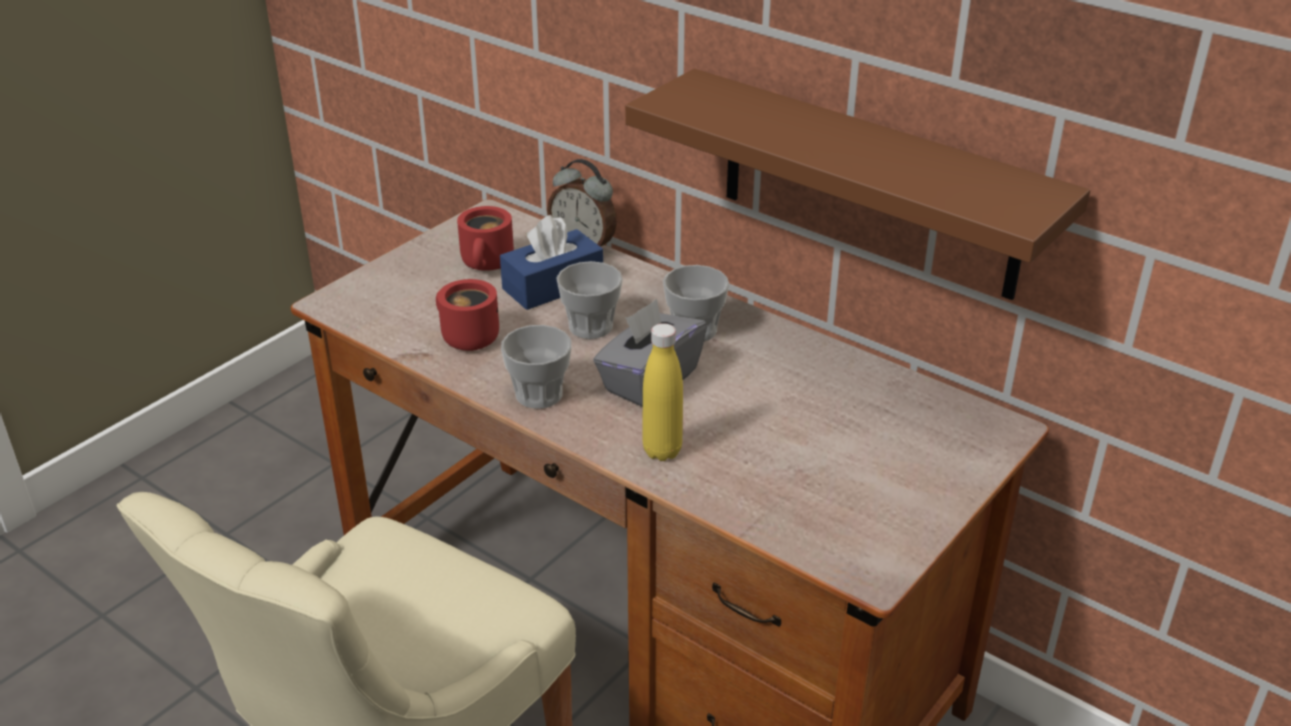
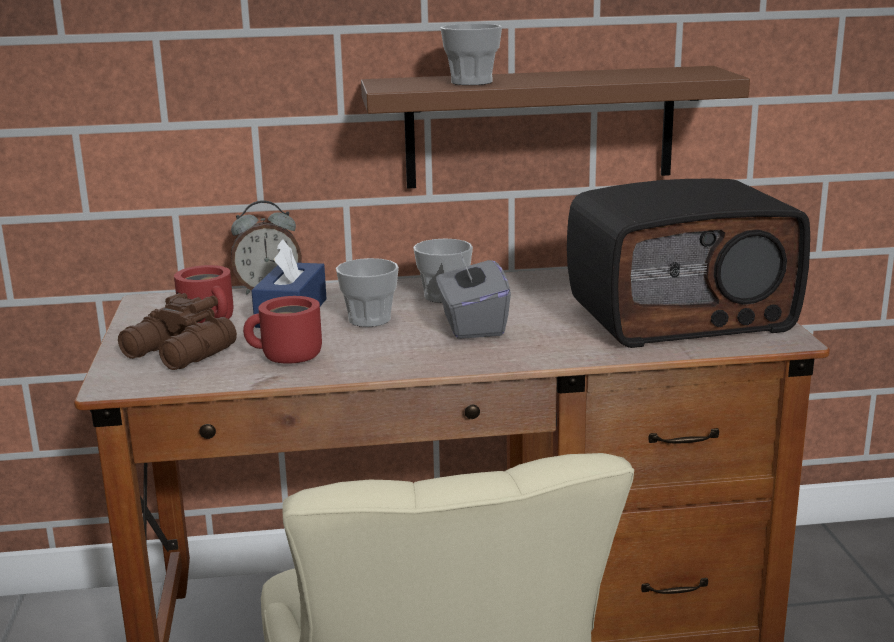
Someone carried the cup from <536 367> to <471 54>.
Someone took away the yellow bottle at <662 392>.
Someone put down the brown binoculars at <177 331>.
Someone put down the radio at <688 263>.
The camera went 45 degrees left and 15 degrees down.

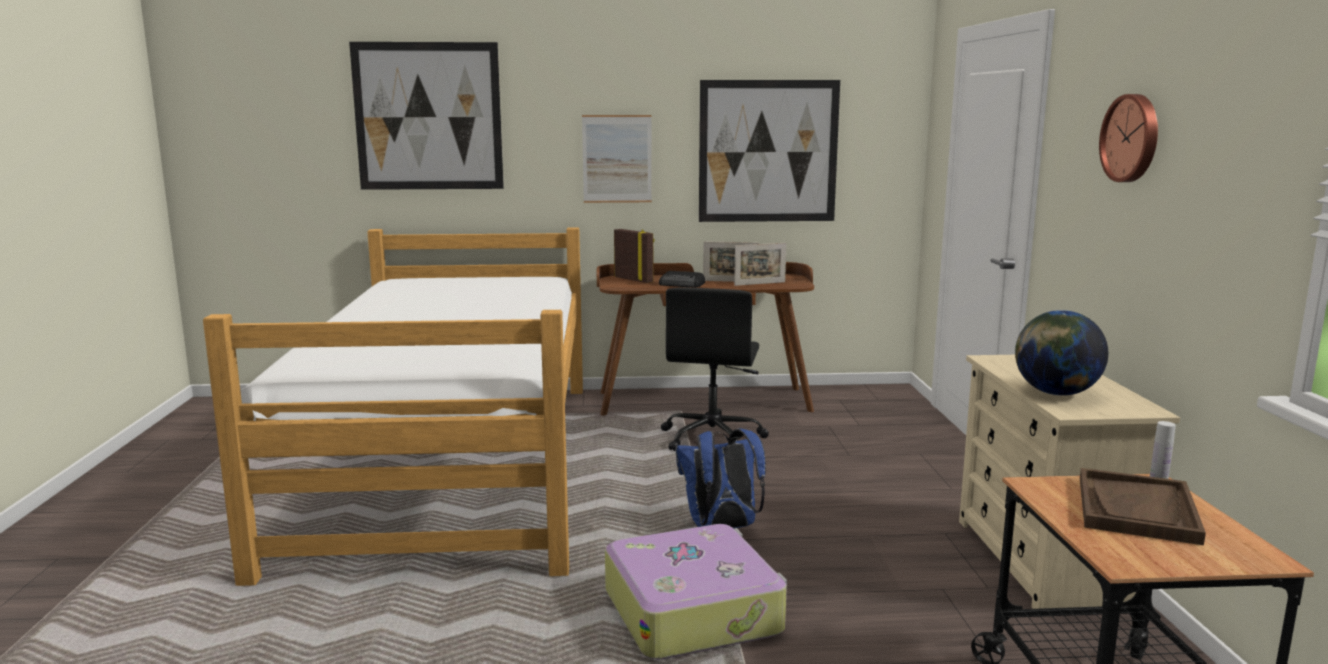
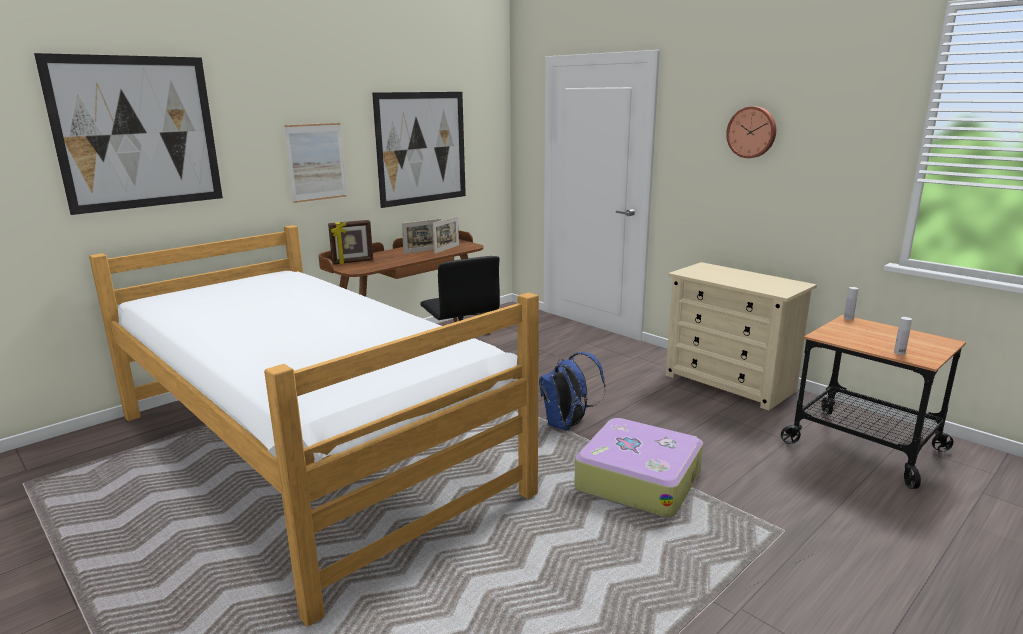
Someone rotated the picture frame at <634 256> by 150 degrees clockwise.
Someone took away the radio at <682 279>.
Someone took away the globe at <1061 353>.
Someone took away the brown tray at <1143 506>.
Someone put down the white bottle at <903 336>.
The camera went 40 degrees left and 5 degrees up.

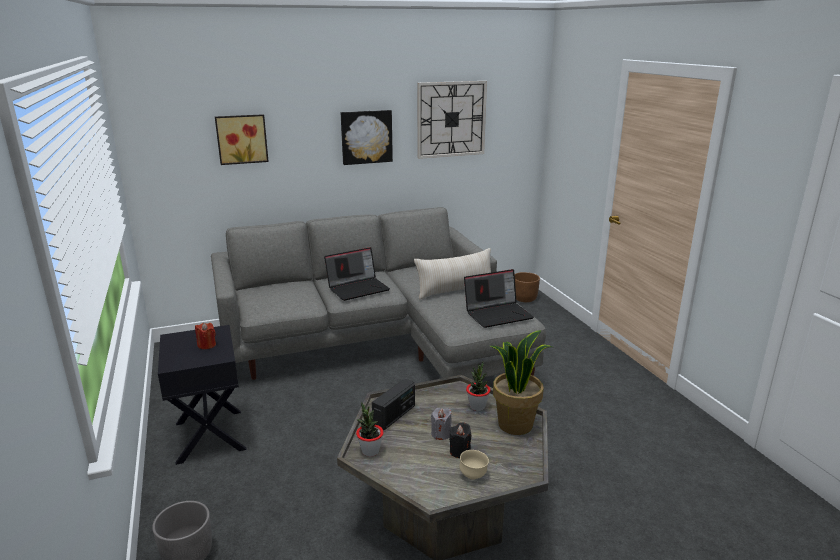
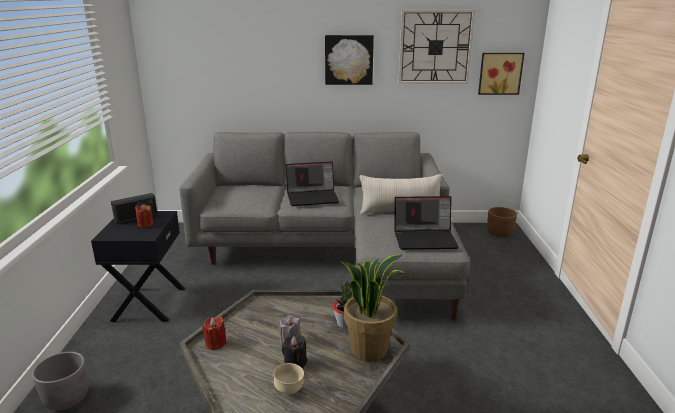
Someone carried the picture from <242 139> to <501 74>.
Someone swapped the potted plant at <370 429> for the red candle at <215 333>.
Someone carried the radio from <393 405> to <134 208>.
The camera went 20 degrees right and 0 degrees up.

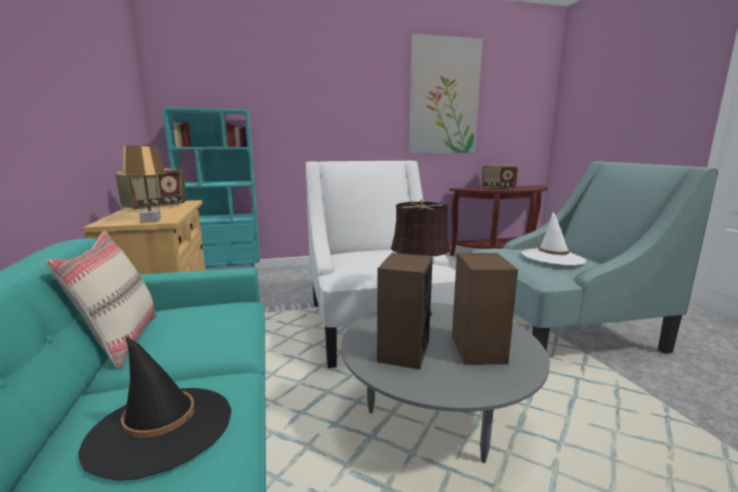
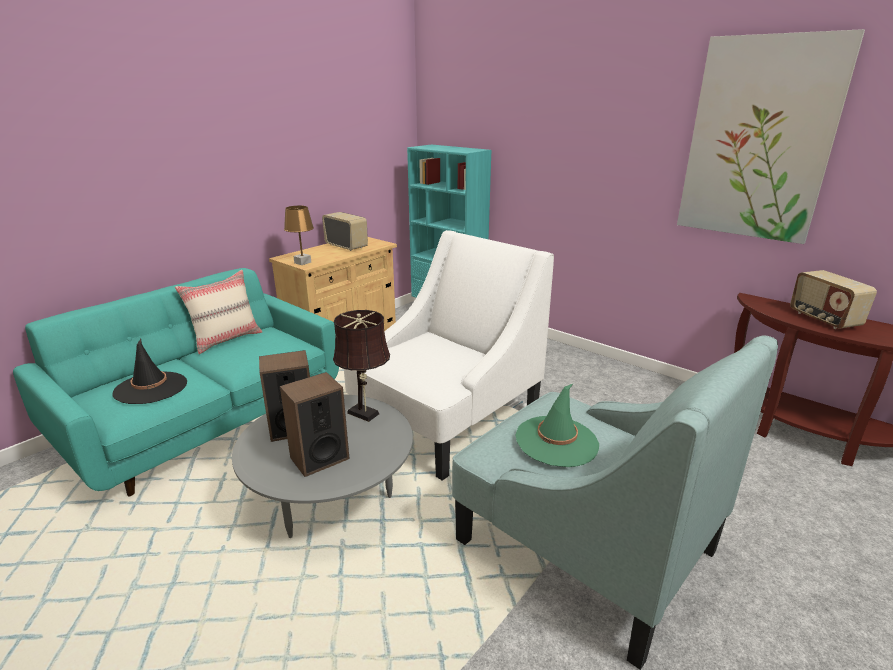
Someone rotated the radio at <150 190> by 135 degrees counterclockwise.
Someone repainted the white hat at <554 238>, which became the green hat at <557 425>.
The camera went 55 degrees right and 10 degrees up.

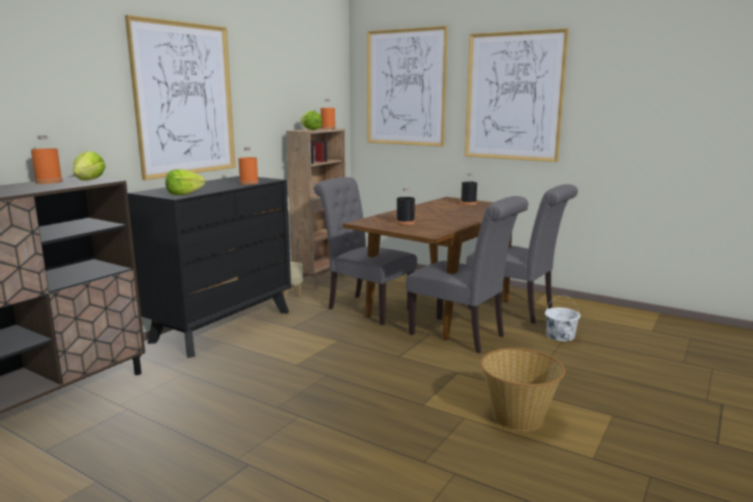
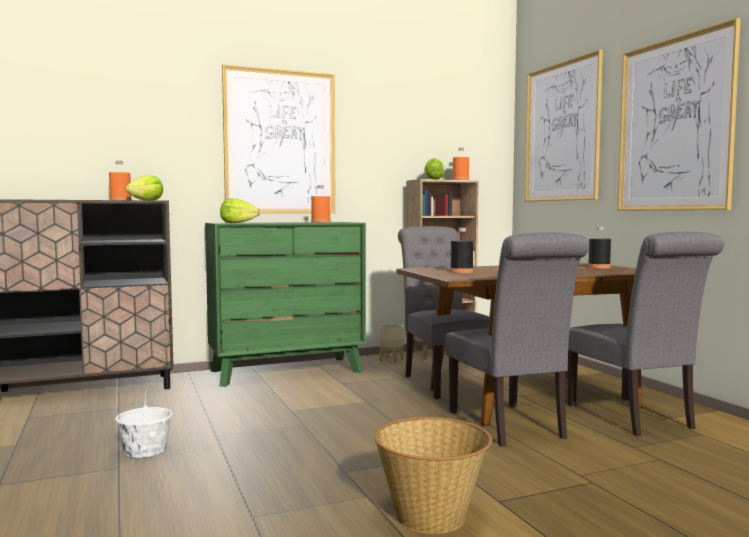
Someone repainted the black dresser at <209 267>, which became the green dresser at <285 304>.
Someone carried the white bucket from <562 318> to <143 426>.
The camera went 35 degrees right and 10 degrees down.

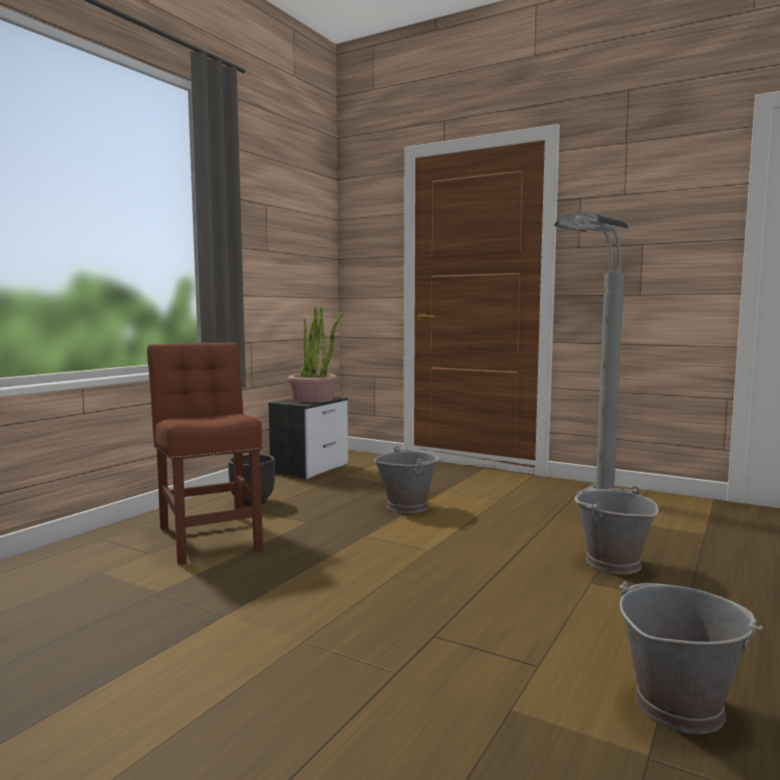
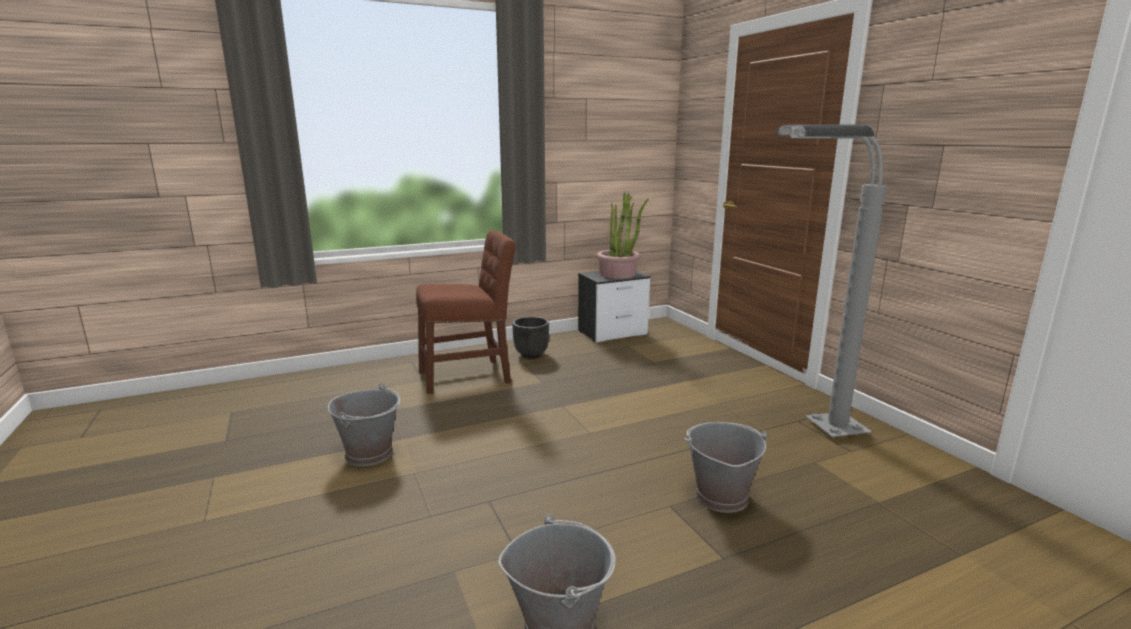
Someone rotated the brown chair at <205 453> by 60 degrees clockwise.
Someone carried the grey bucket from <406 479> to <364 424>.
The camera went 35 degrees right and 10 degrees up.

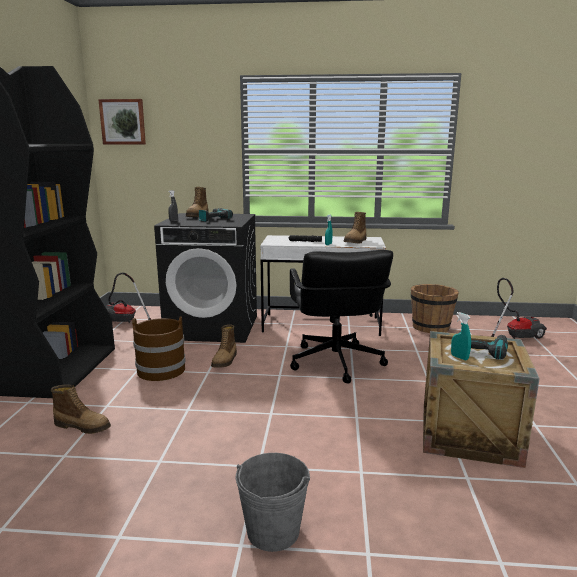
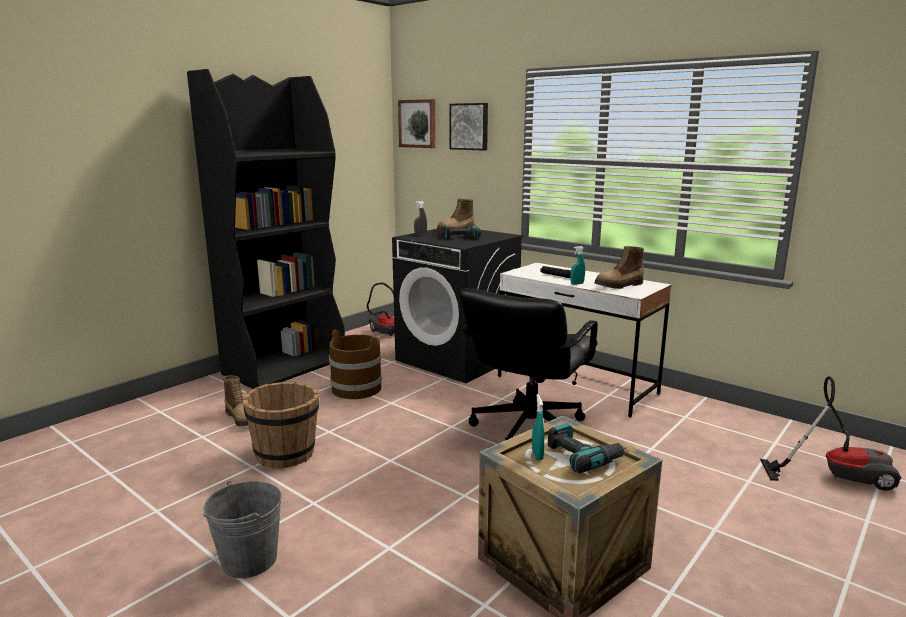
Someone took away the boot at <224 346>.
Someone carried the brown bucket from <435 308> to <281 425>.
Someone put up the picture at <468 127>.
The camera went 35 degrees right and 0 degrees up.

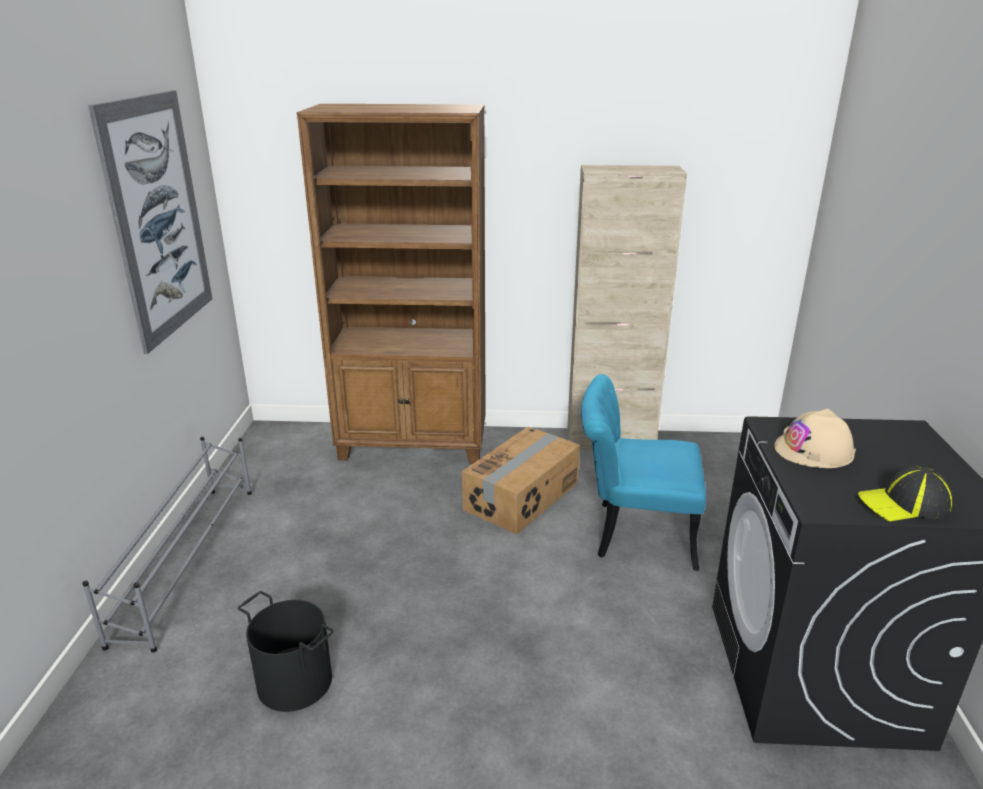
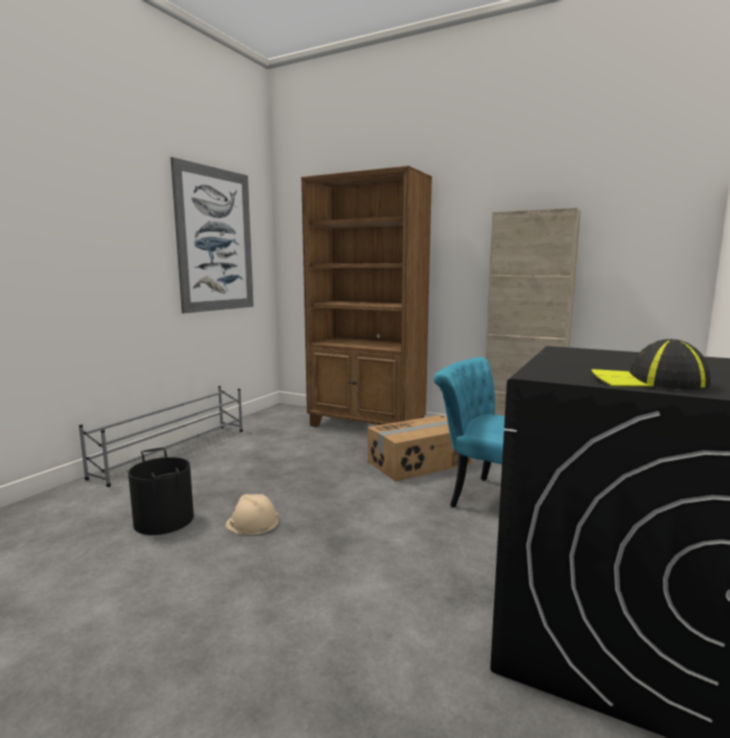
Someone carried the beige hard hat from <815 438> to <252 514>.
The camera went 25 degrees right and 15 degrees down.

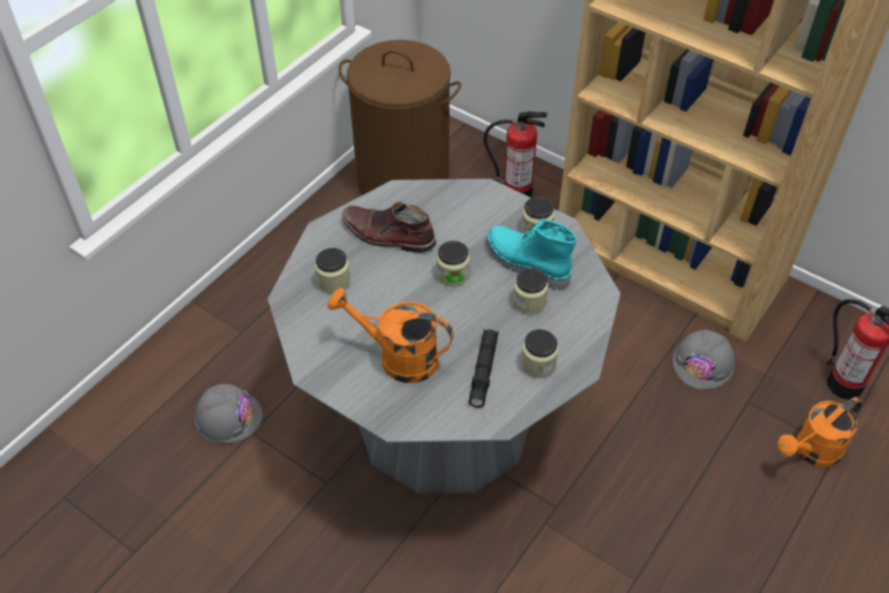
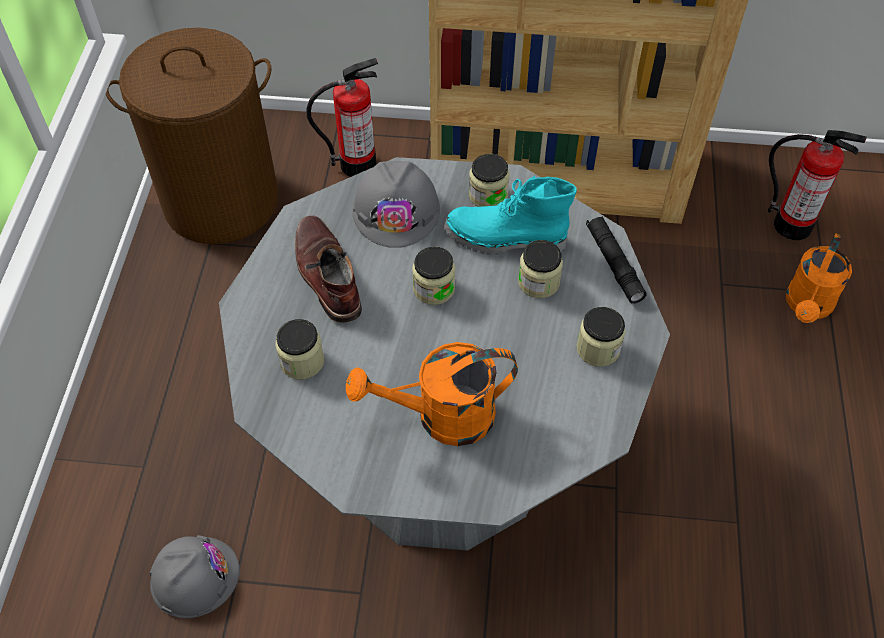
Someone rotated the brown boot at <389 227> by 75 degrees clockwise.
Someone carried the black flashlight from <484 368> to <616 260>.
Someone carried the grey hard hat from <703 359> to <396 204>.
The camera went 30 degrees left and 5 degrees up.

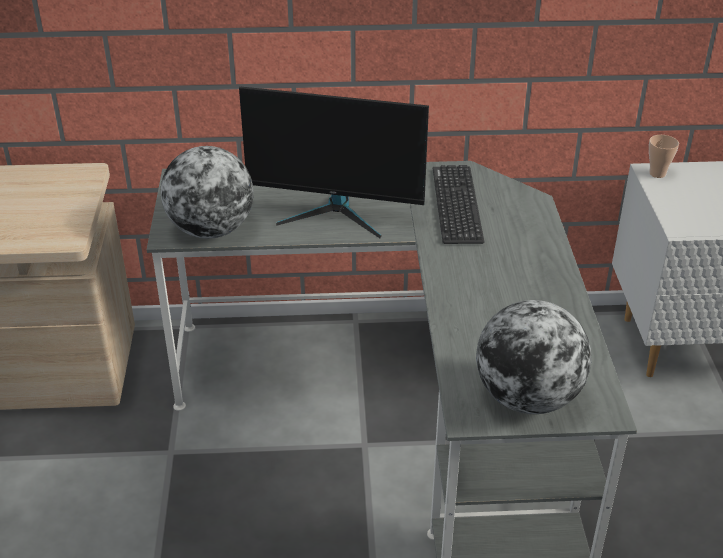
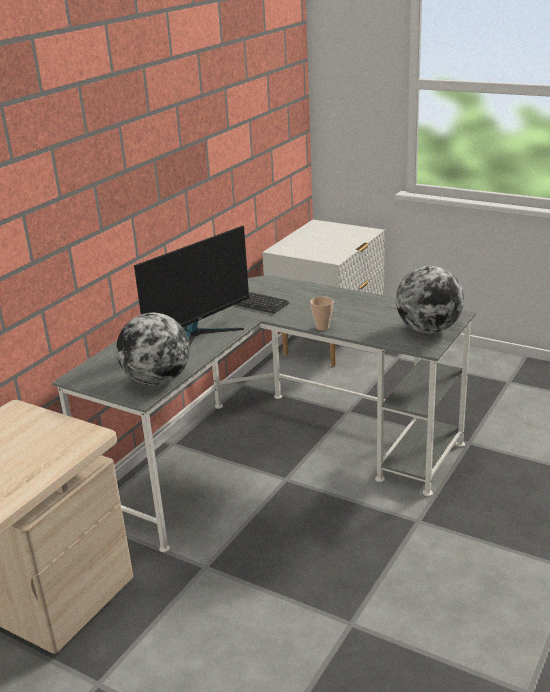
Someone carried the cup from <664 156> to <321 313>.
The camera went 55 degrees left and 10 degrees down.

